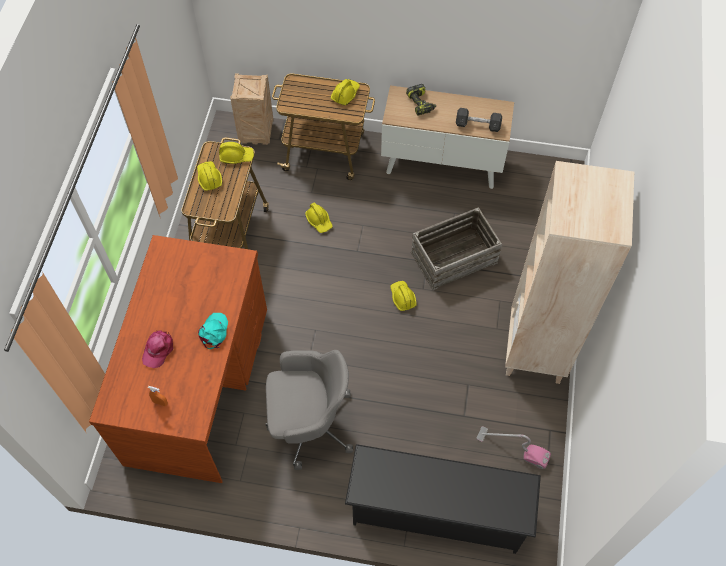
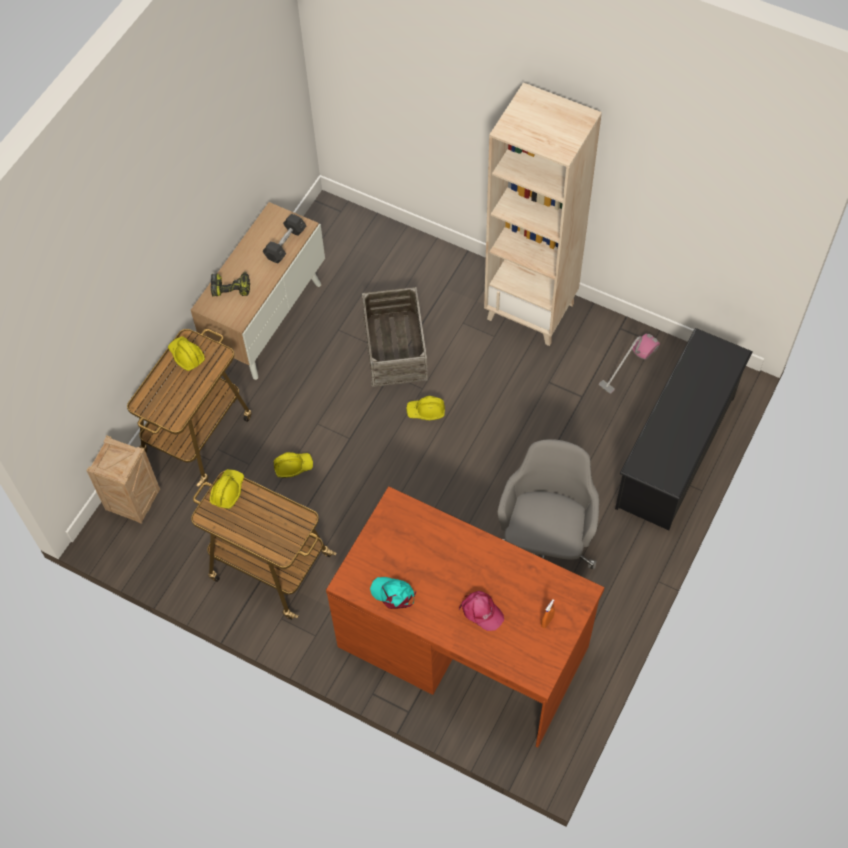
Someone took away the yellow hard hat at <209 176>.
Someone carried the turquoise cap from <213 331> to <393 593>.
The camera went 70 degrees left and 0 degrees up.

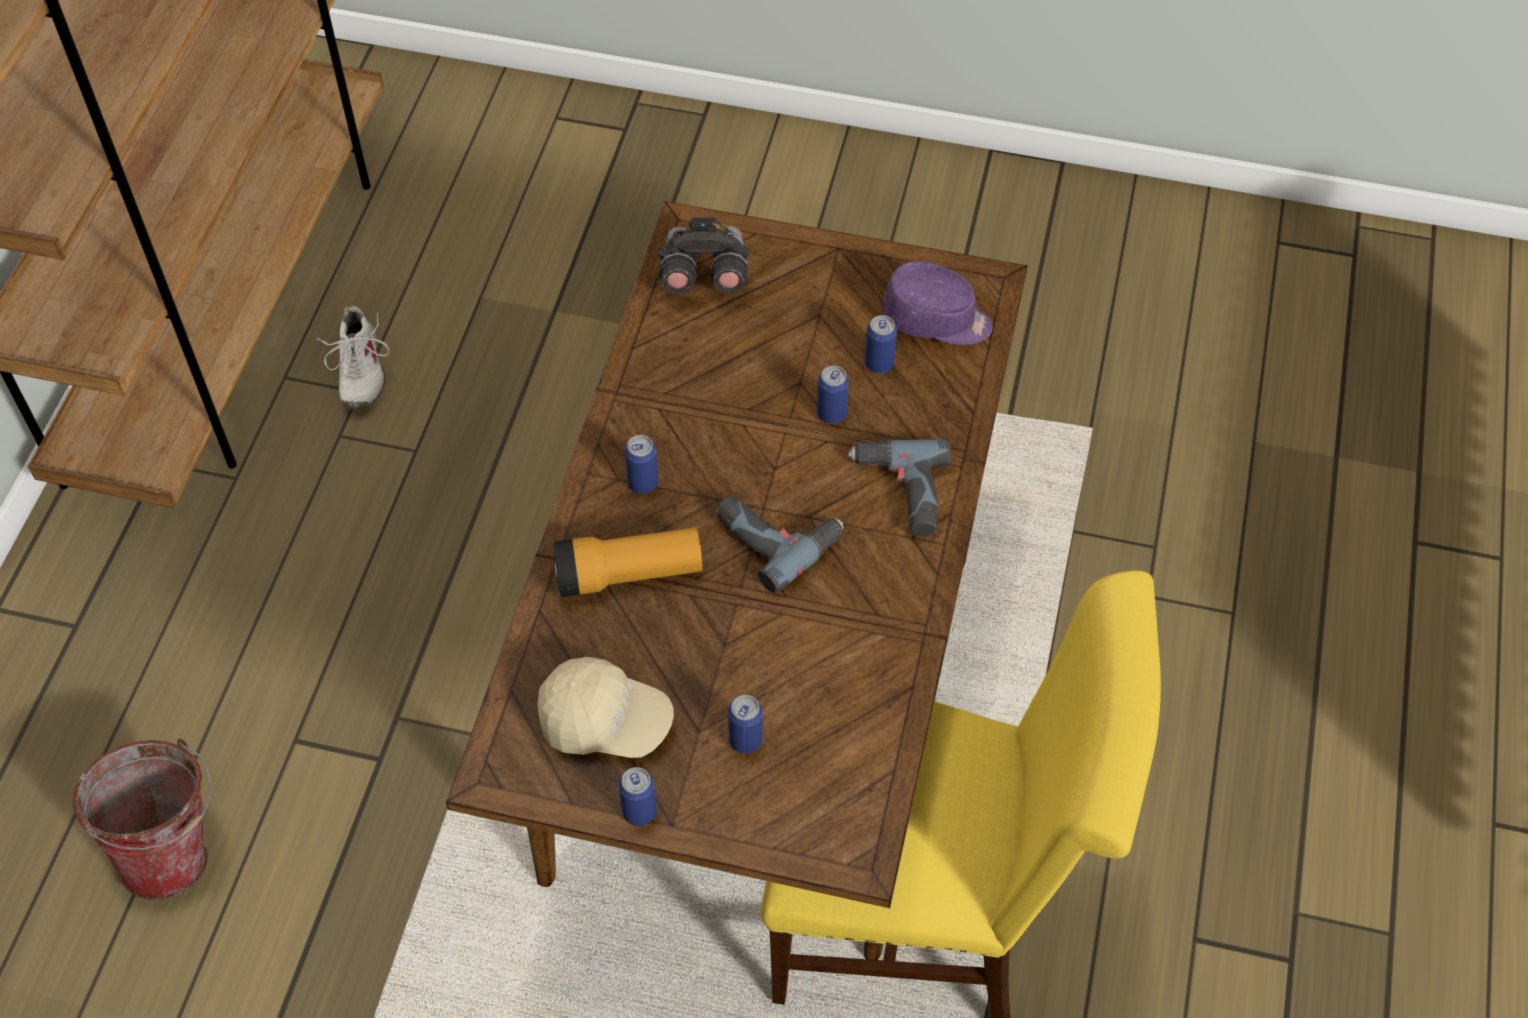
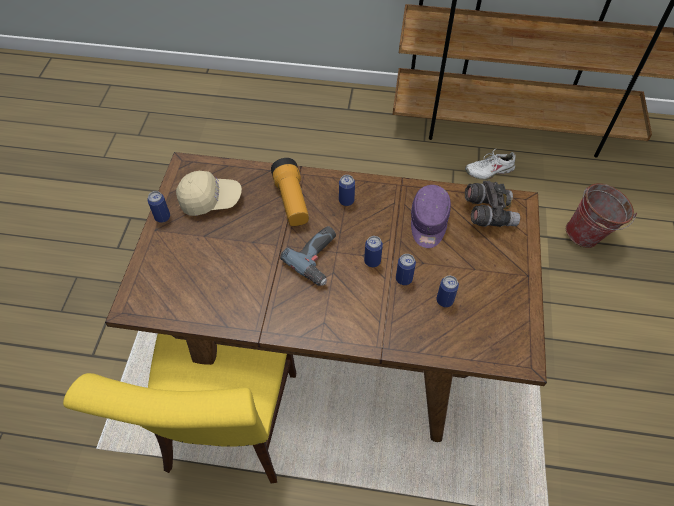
Someone carried the bucket from <142 819> to <601 215>.
Someone rotated the beige cap at <605 707> by 105 degrees counterclockwise.
Someone carried the can from <745 724> to <373 251>.
Someone took away the power drill at <899 488>.
Someone carried the purple cap from <937 303> to <431 216>.
The camera went 85 degrees right and 0 degrees up.

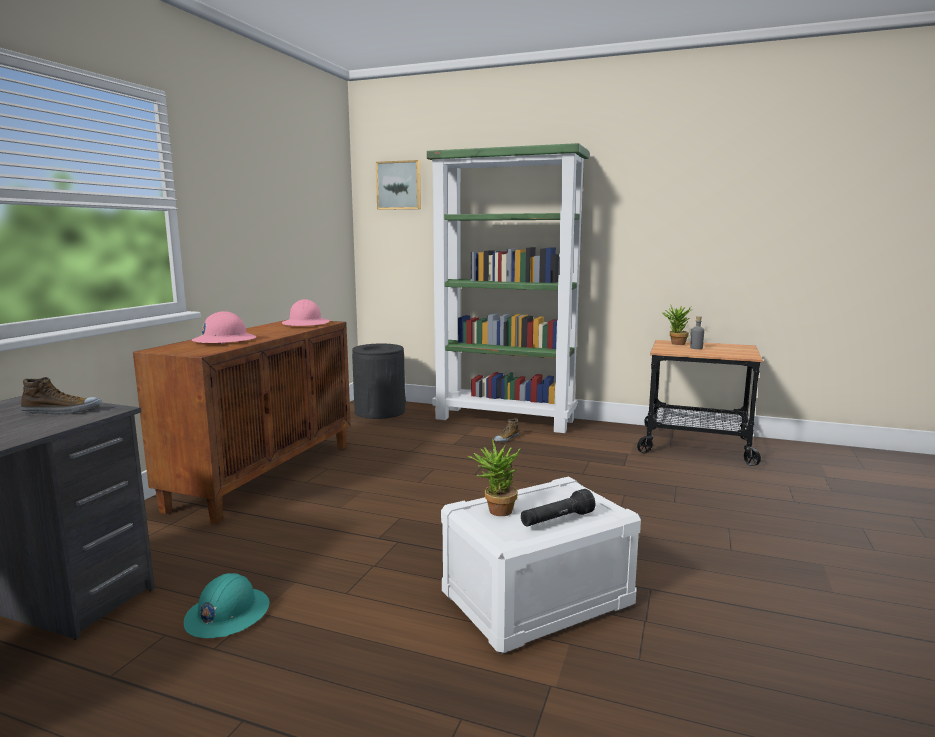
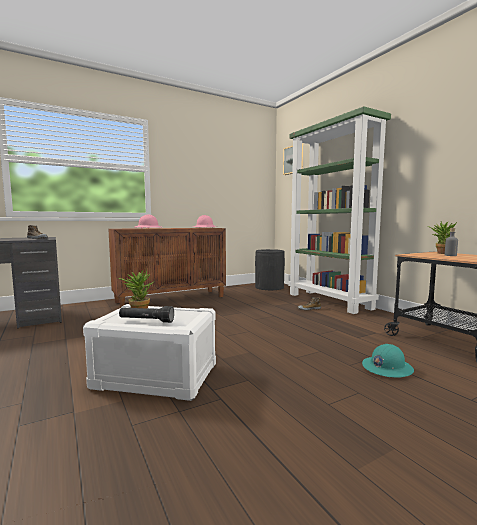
Someone carried the turquoise hard hat from <227 605> to <388 361>.
The camera went 40 degrees right and 5 degrees down.

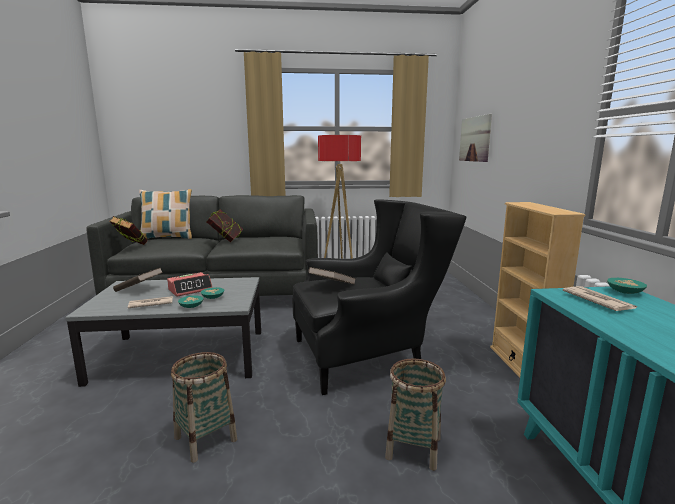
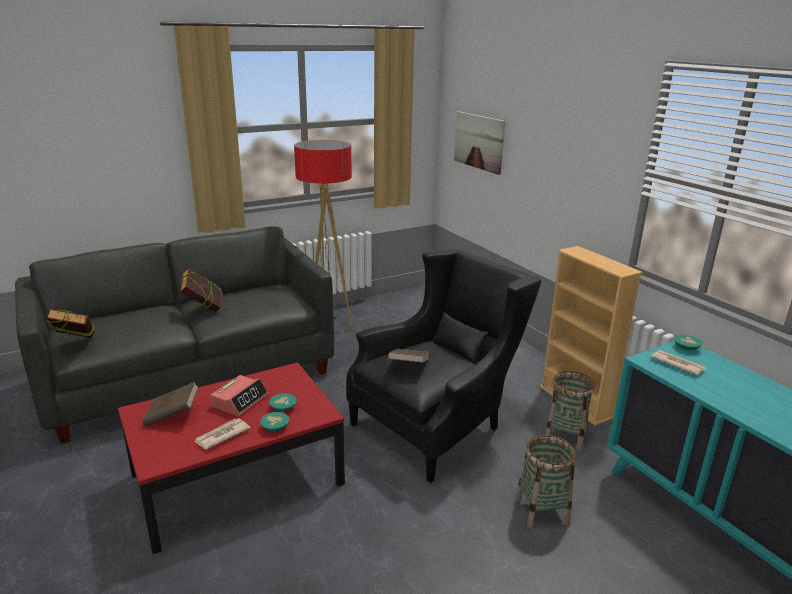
Someone repainted the grey coffee table at <163 332>, which became the red coffee table at <231 458>.
Someone took away the pillow at <165 214>.
Someone carried the basket from <204 407> to <570 410>.
The camera went 25 degrees left and 10 degrees up.

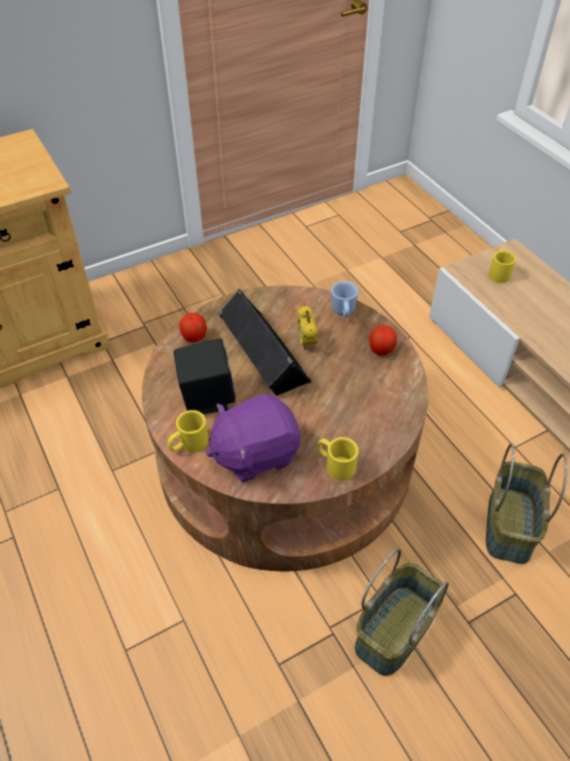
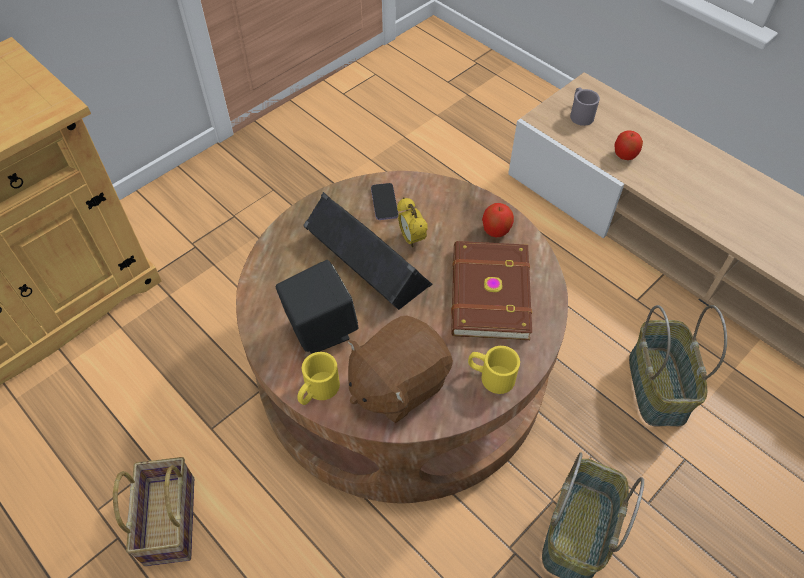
Someone carried the apple from <193 328> to <628 145>.
Someone repainted the purple plush toy at <253 438>, which became the brown plush toy at <400 369>.
Someone took away the blue mug at <344 299>.
Someone repainted the yellow mug at <502 266>, which became the grey mug at <585 106>.
Someone put down the basket at <153 511>.
Someone put down the phone at <384 201>.
Someone put down the brown book at <491 290>.
The camera went 15 degrees left and 5 degrees up.

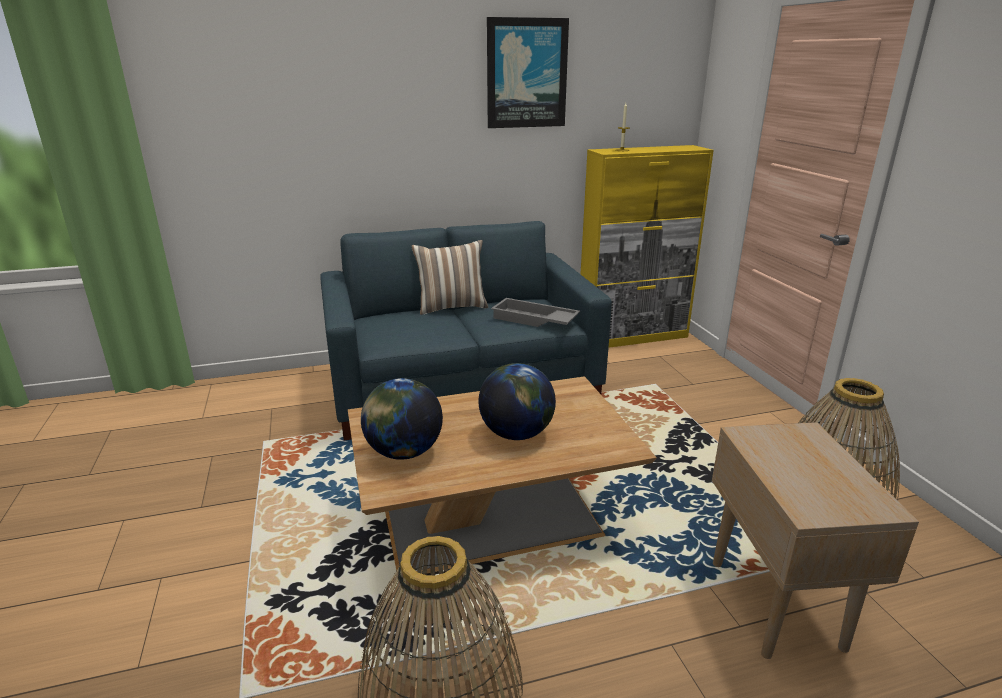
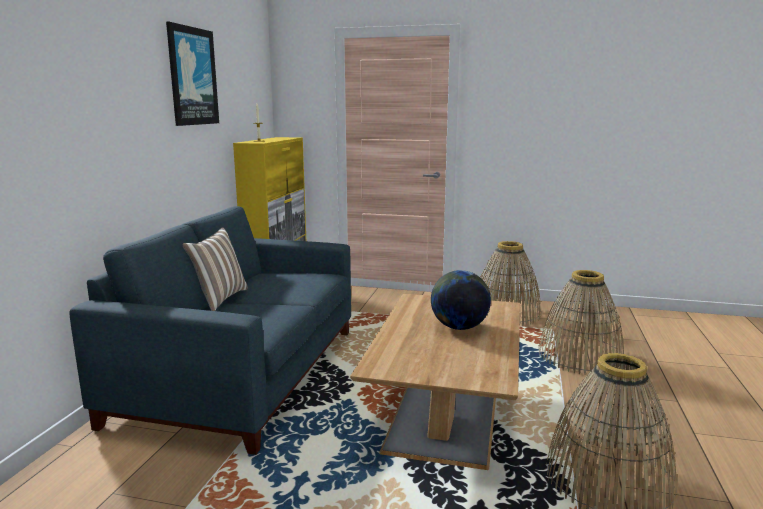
Someone took away the globe at <402 419>.
Someone took away the grey tray at <535 312>.
Someone swapped the beige side table at <815 540> for the basket at <581 322>.
The camera went 60 degrees left and 10 degrees down.

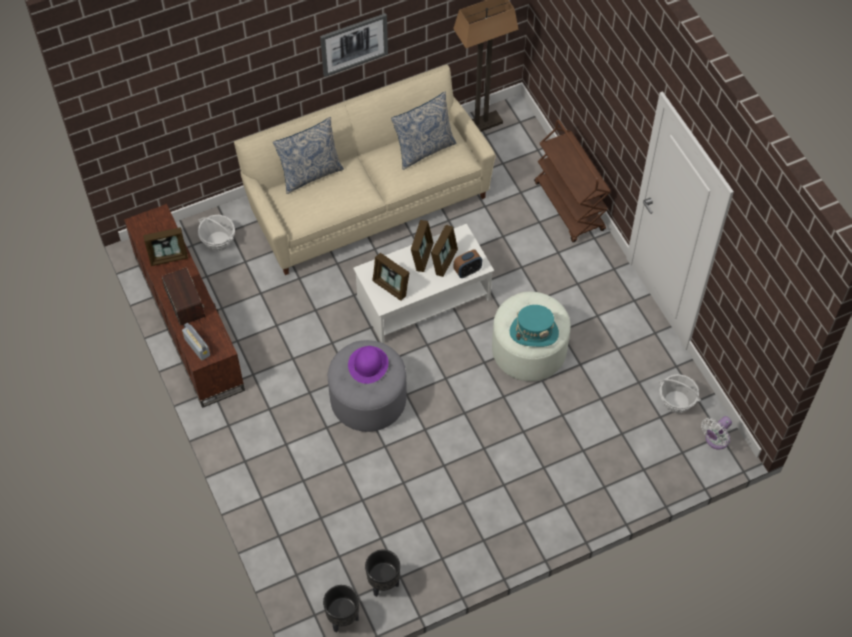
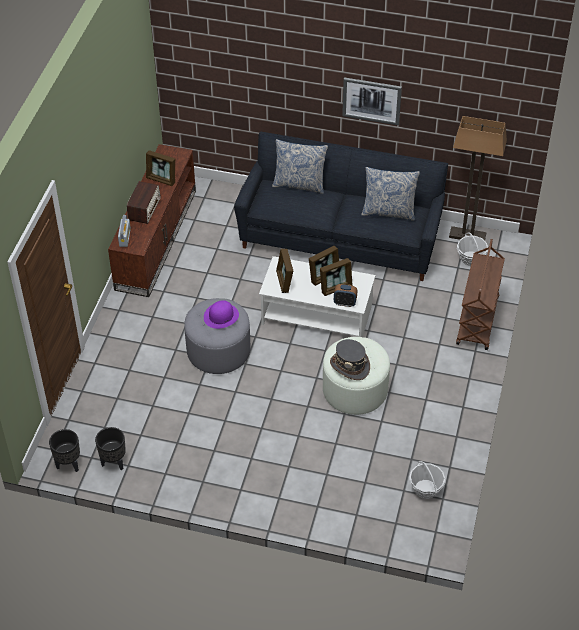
Someone carried the basket from <216 233> to <472 249>.
Someone repainted the beige sofa at <365 169>, which became the black sofa at <341 206>.
Someone repainted the turquoise hat at <534 326>, which became the grey hat at <350 359>.
Someone took away the white fan at <716 433>.
The camera went 40 degrees right and 10 degrees down.

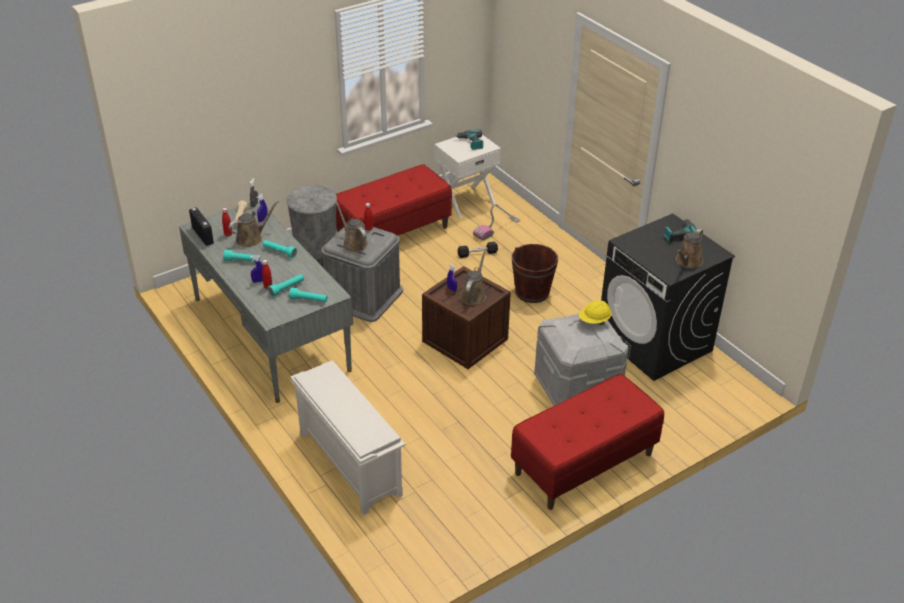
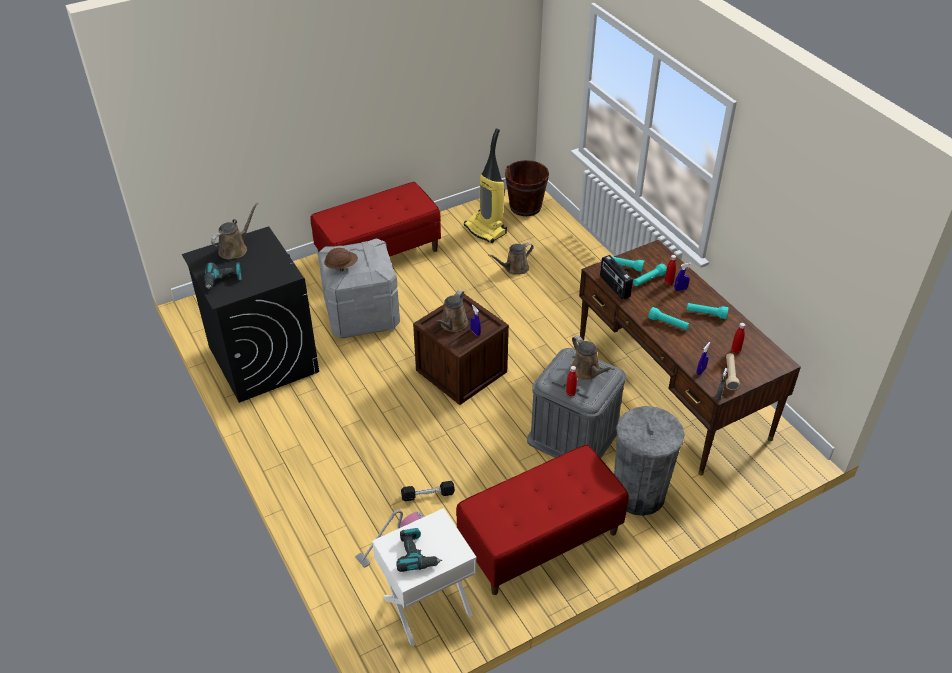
Someone repainted the grey desk at <266 302>, which became the brown desk at <690 357>.
Someone carried the radio from <201 226> to <616 277>.
Someone carried the brown watering can from <253 224> to <511 258>.
Someone took away the white shoe rack at <348 437>.
Someone carried the brown bucket from <535 273> to <527 188>.
Someone repainted the yellow hard hat at <595 312>, which became the brown hard hat at <341 260>.
Someone put down the vacuum cleaner at <485 185>.
The camera went 175 degrees left and 5 degrees up.

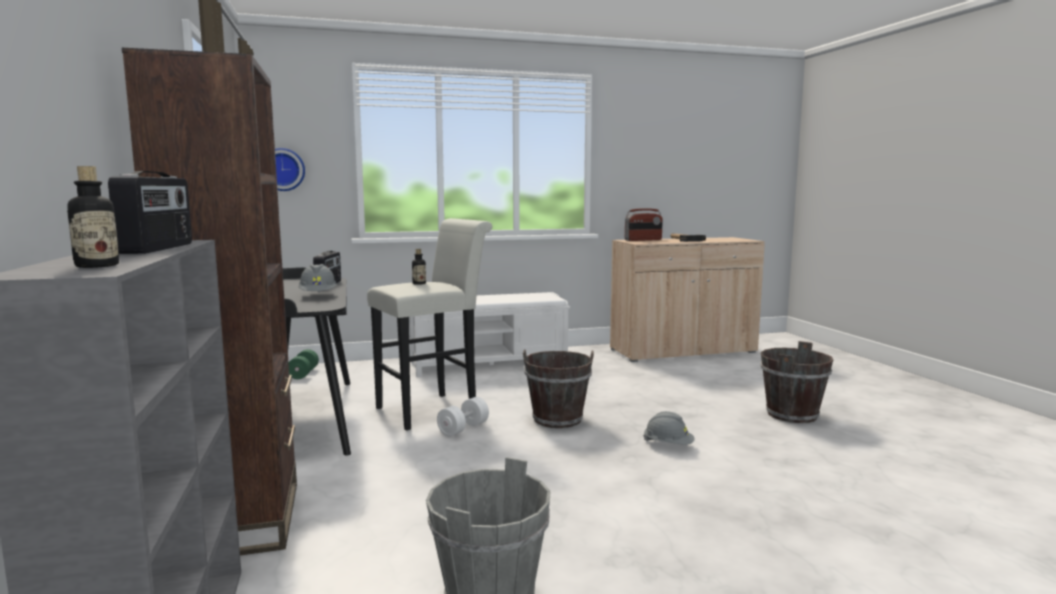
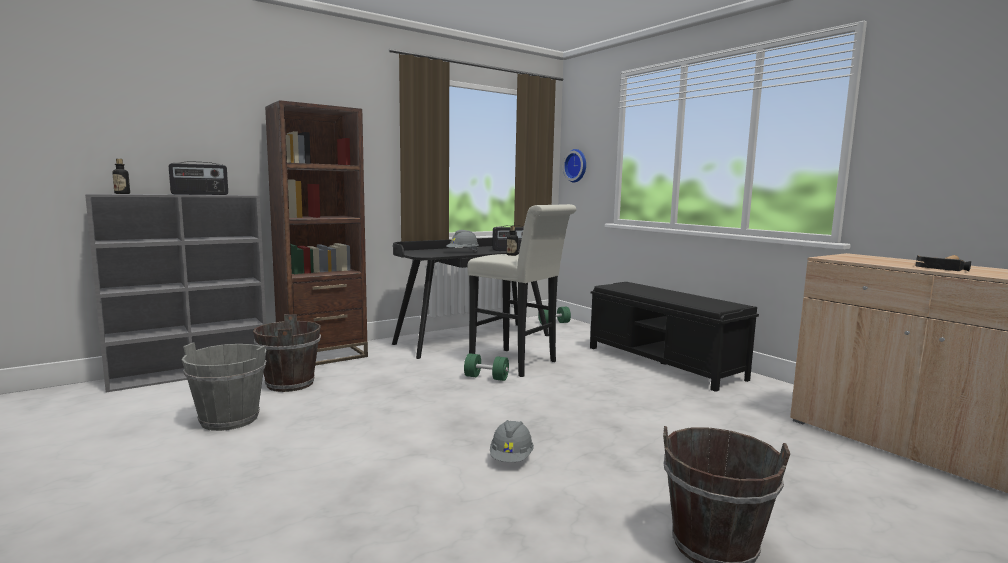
Someone repainted the white bench at <490 334>, which became the black bench at <674 337>.
Someone repainted the white dumbbell at <463 416>, which became the green dumbbell at <486 367>.
Someone carried the brown bucket from <558 388> to <287 353>.
Someone took away the radio at <644 224>.
The camera went 70 degrees right and 0 degrees up.

